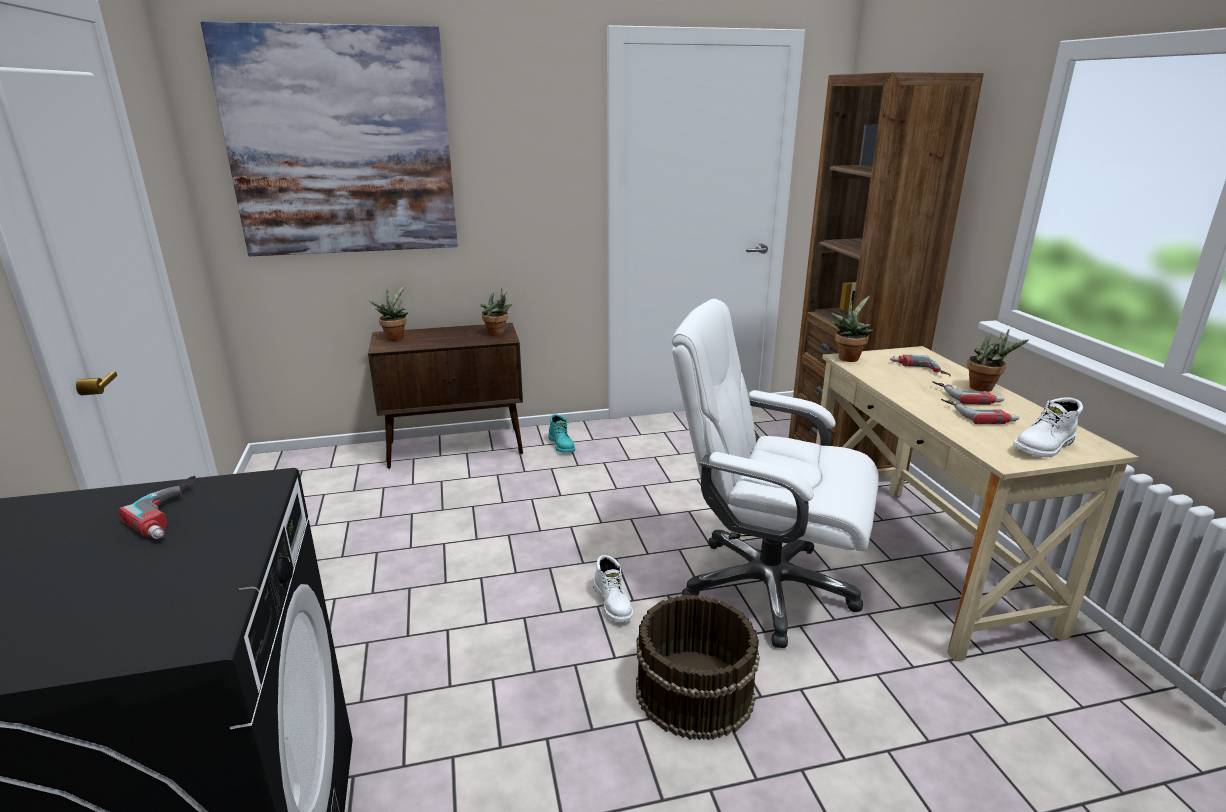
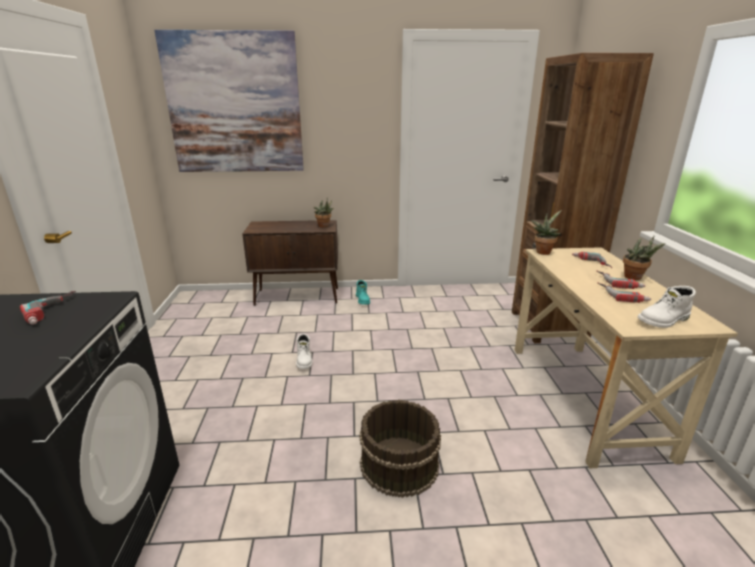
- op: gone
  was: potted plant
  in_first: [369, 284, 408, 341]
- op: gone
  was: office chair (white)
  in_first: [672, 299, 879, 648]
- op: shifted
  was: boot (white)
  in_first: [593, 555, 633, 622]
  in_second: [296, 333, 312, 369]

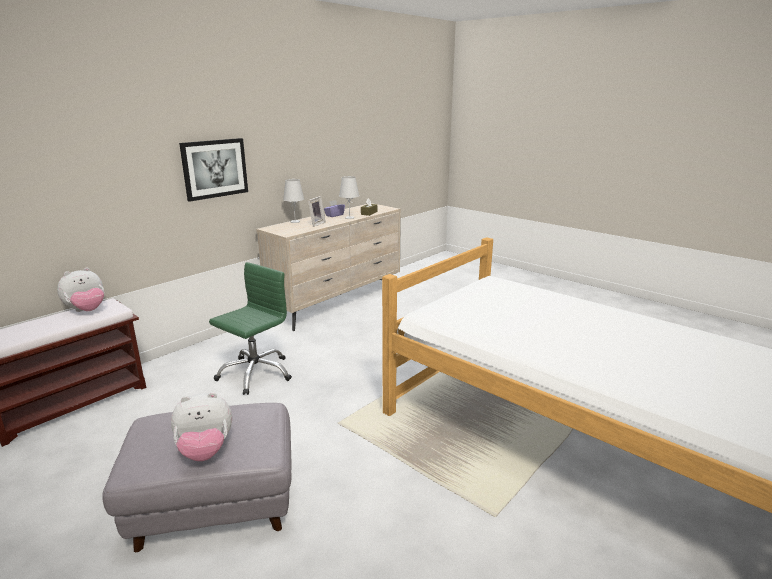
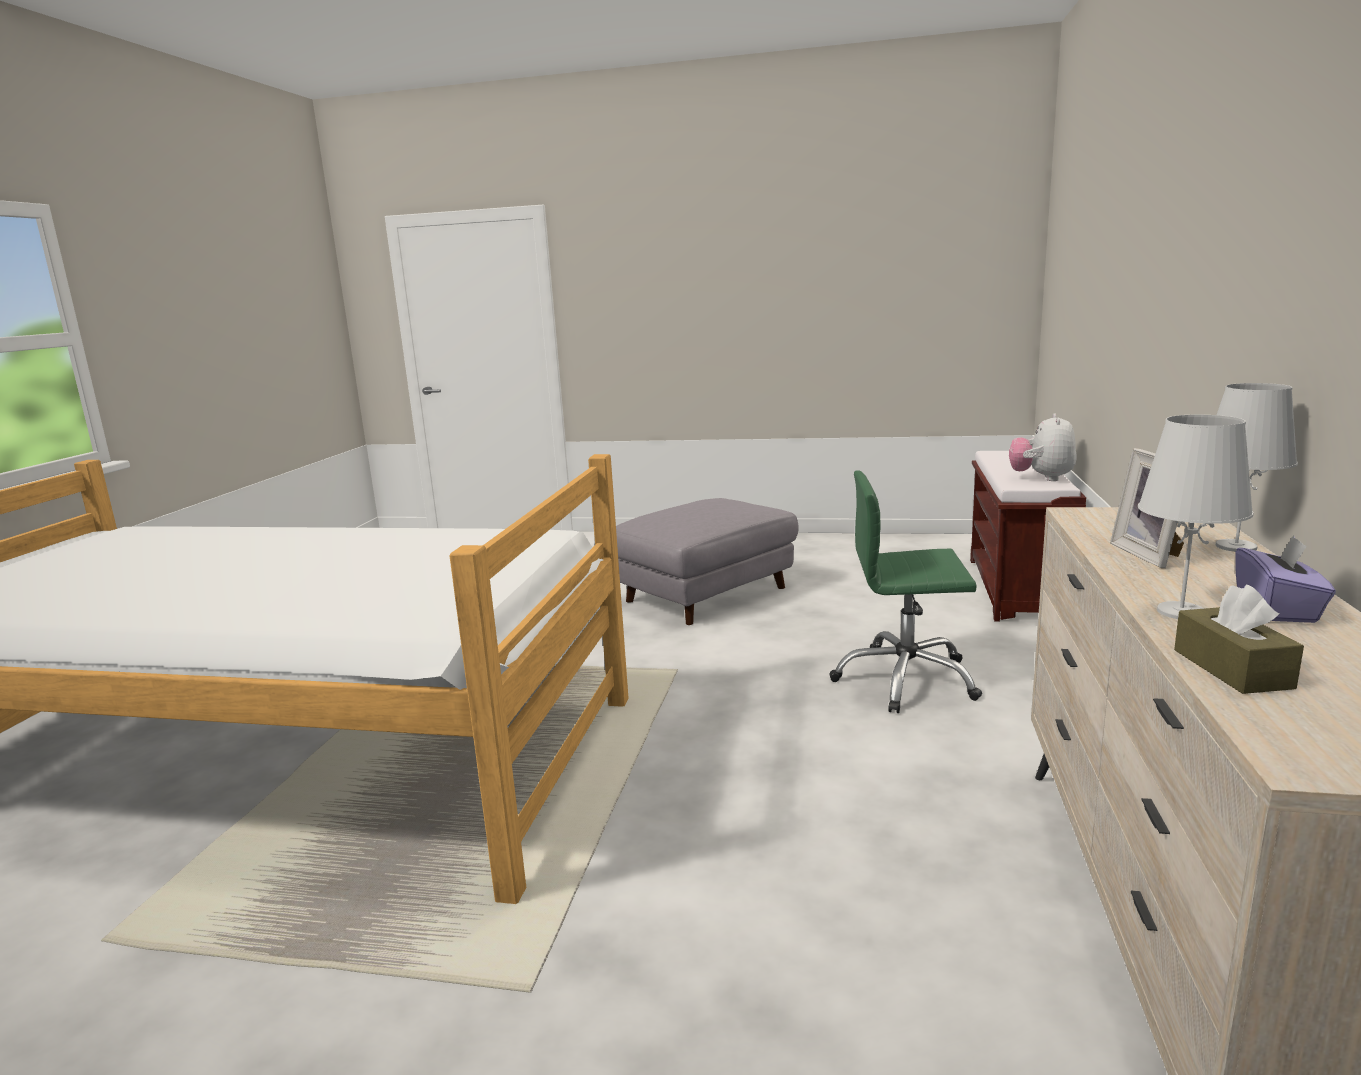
- op: gone
  was: picture
  in_first: [179, 138, 248, 202]
- op: rotated
  was: office chair (green)
  in_first: [209, 262, 292, 395]
  in_second: [830, 470, 982, 713]
  clockwise: 90
- op: gone
  was: plush toy
  in_first: [171, 392, 232, 461]

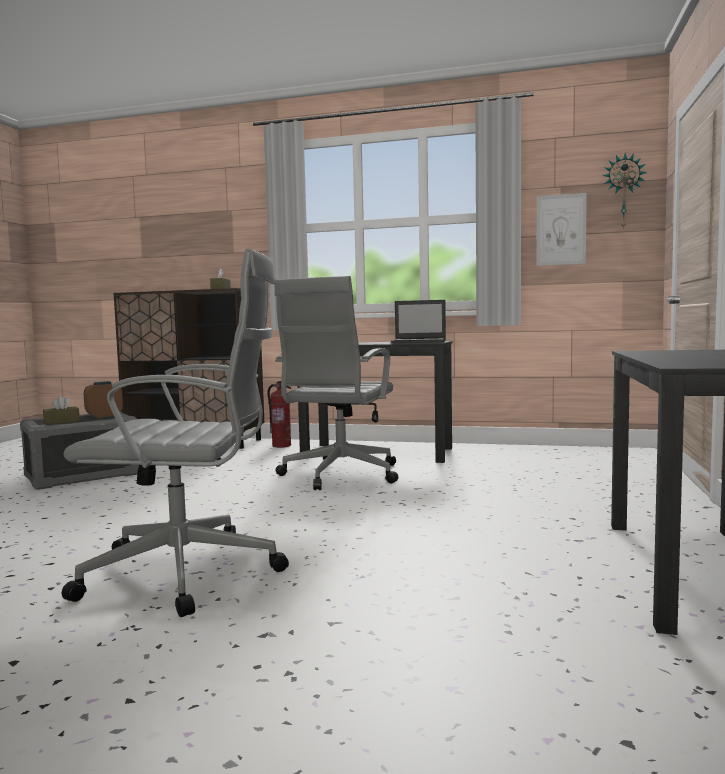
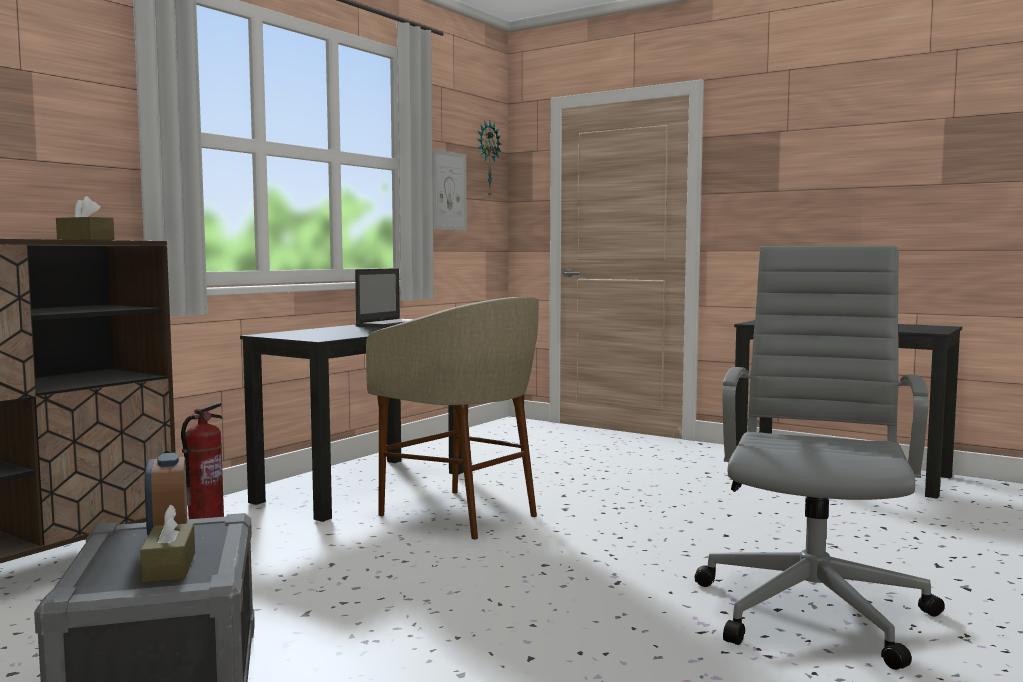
- op: swapped
  was: office chair (grey)
  now: stool (beige)
  in_first: [275, 276, 398, 490]
  in_second: [366, 297, 539, 539]

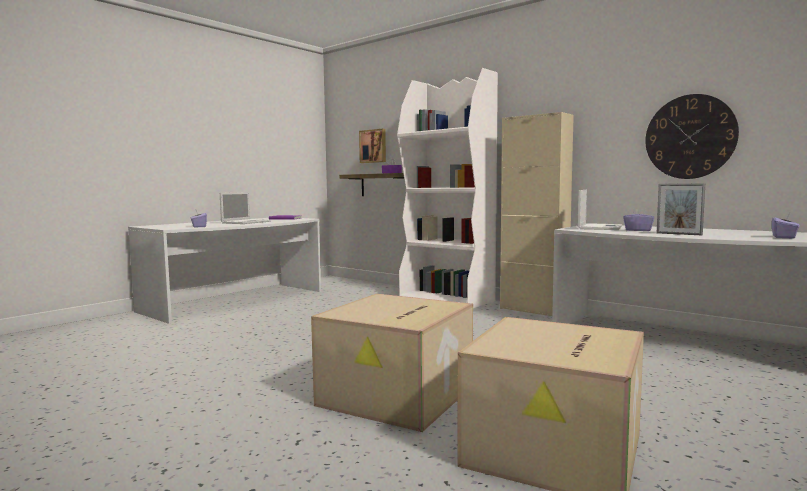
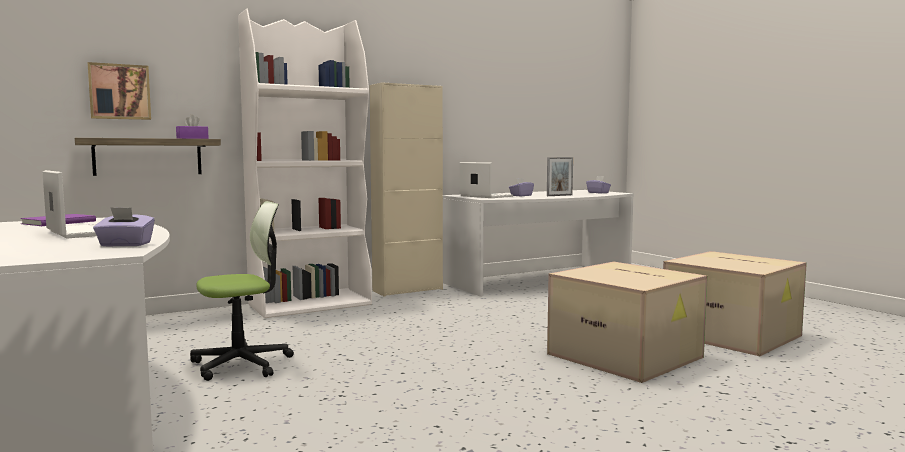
- op: gone
  was: wall clock
  in_first: [645, 94, 739, 179]
- op: new
  now: office chair
  in_second: [190, 201, 294, 381]

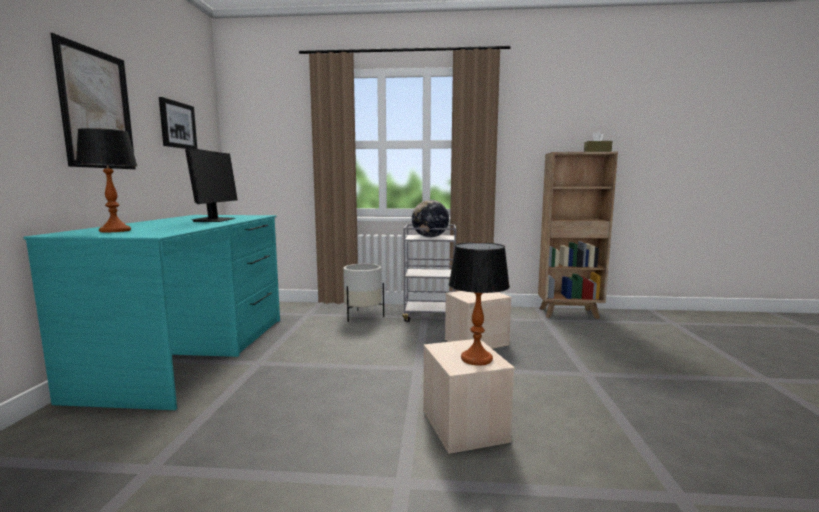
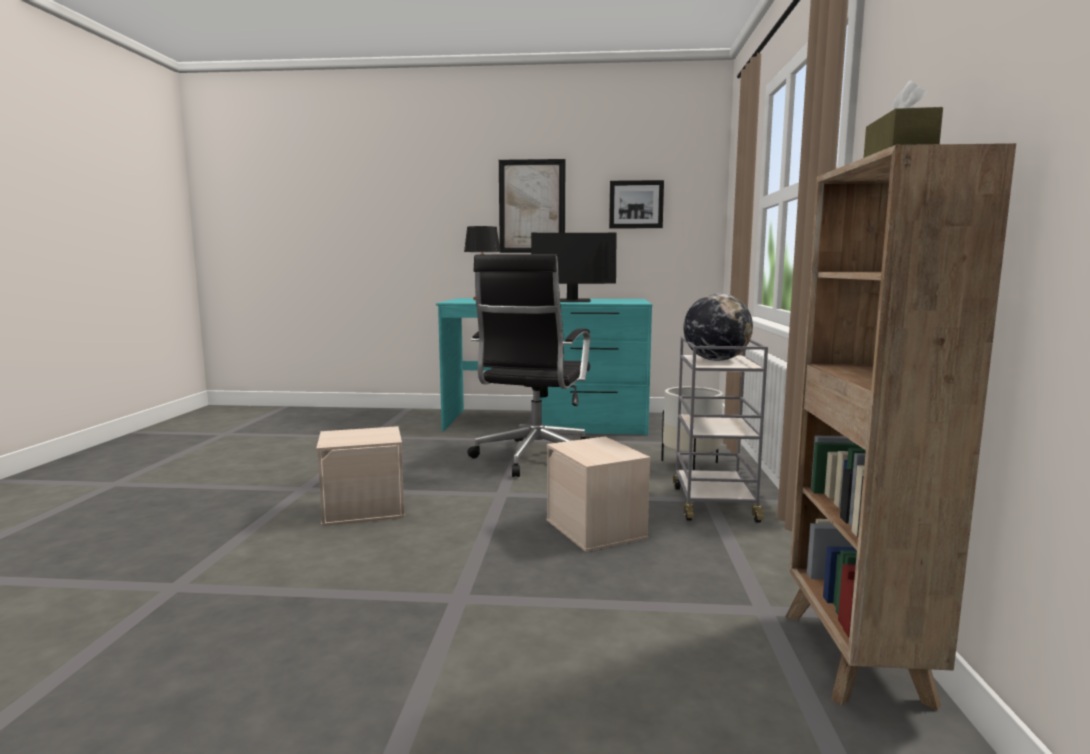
- op: gone
  was: table lamp
  in_first: [449, 242, 510, 366]
- op: new
  now: office chair (black)
  in_second: [467, 254, 590, 477]

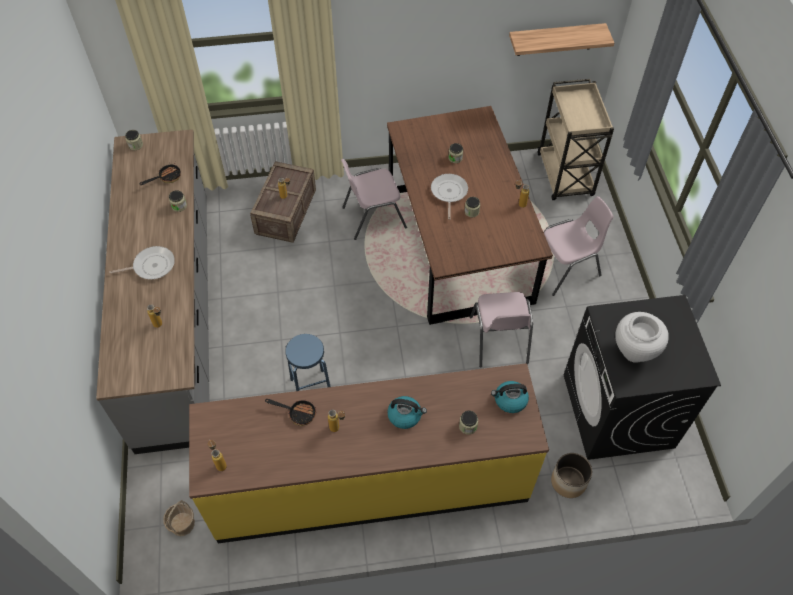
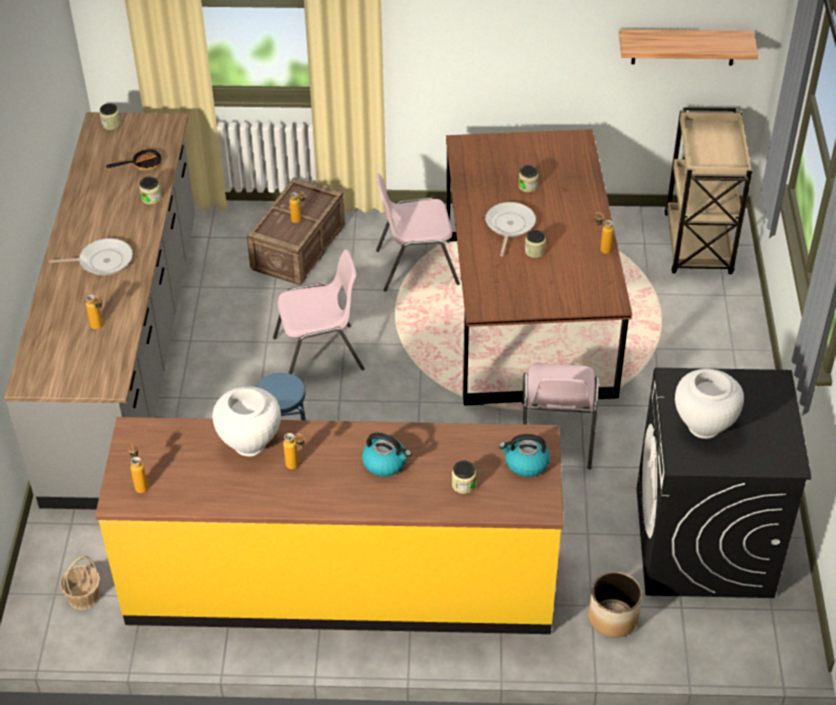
- op: shifted
  was: chair (pink)
  in_first: [544, 196, 613, 296]
  in_second: [273, 249, 365, 374]
- op: swapped
  was: frying pan
  now: vase (white)
  in_first: [265, 399, 316, 426]
  in_second: [213, 386, 281, 457]

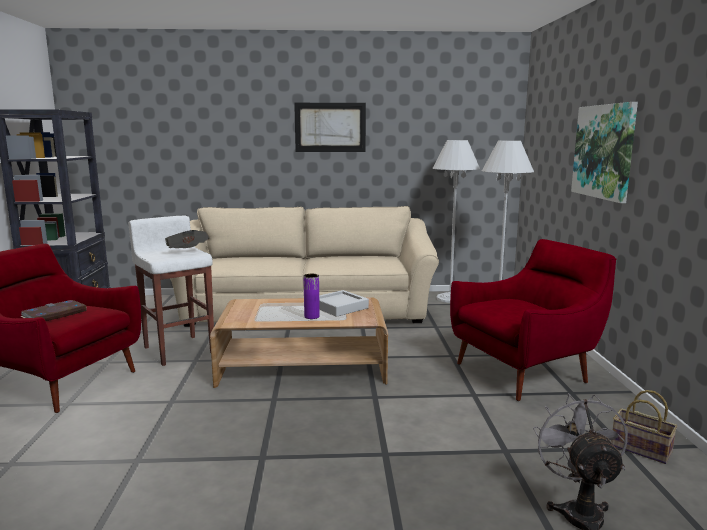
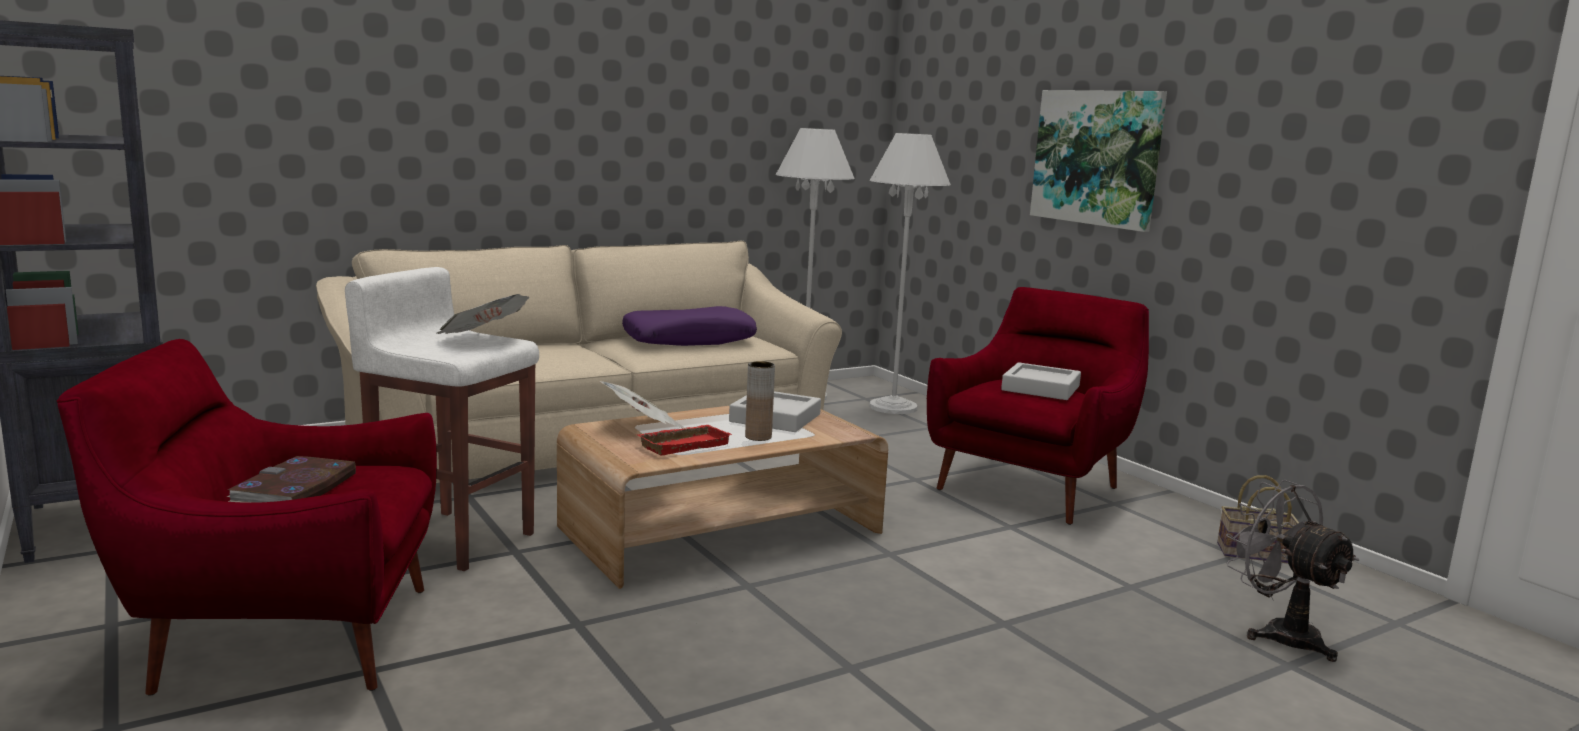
- op: gone
  was: picture
  in_first: [294, 103, 366, 152]
- op: repainted
  was: vase (purple)
  now: vase (brown)
  in_first: [303, 274, 320, 319]
  in_second: [745, 361, 775, 441]
- op: new
  now: pillow (purple)
  in_second: [622, 306, 757, 346]
- op: new
  now: tray (grey)
  in_second: [1001, 362, 1081, 400]
- op: new
  now: newspaper
  in_second: [600, 381, 685, 428]
- op: new
  now: tray (red)
  in_second: [636, 425, 732, 455]

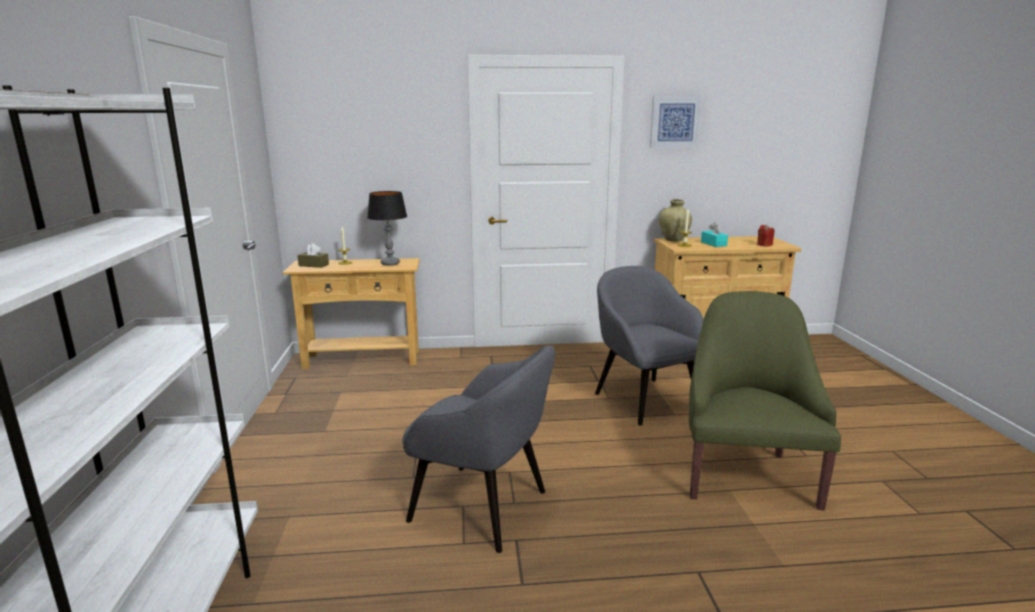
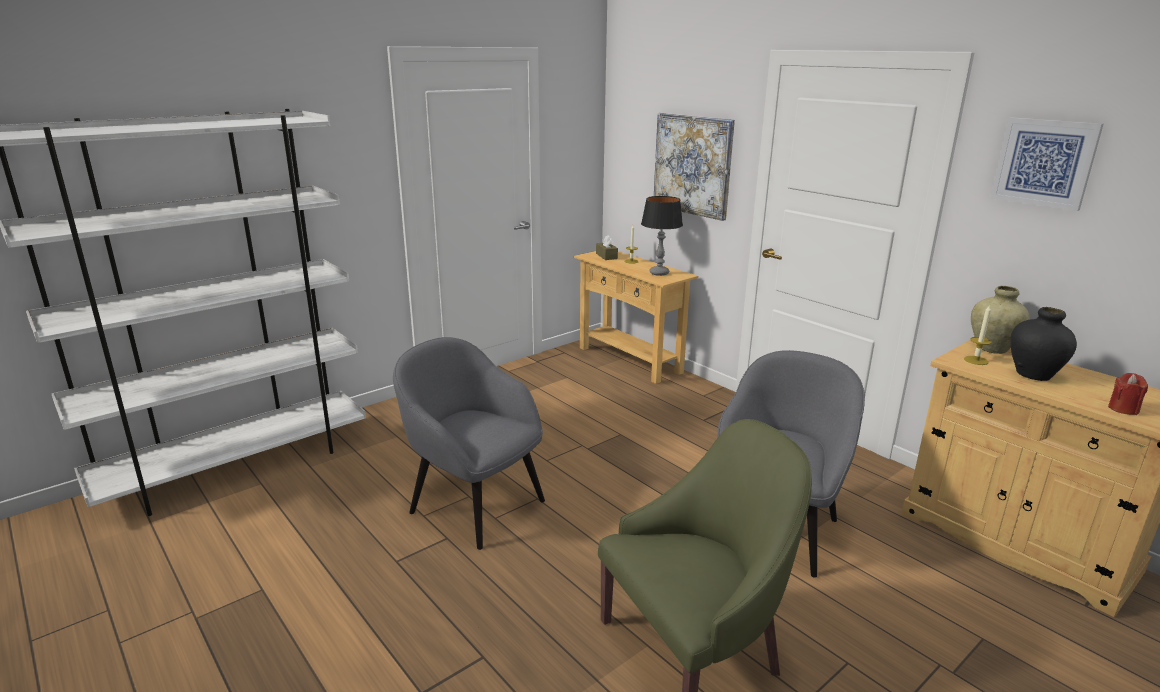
- op: swapped
  was: tissue box (turquoise)
  now: vase (black)
  in_first: [701, 223, 728, 247]
  in_second: [1010, 307, 1077, 381]
- op: rotated
  was: armchair (grey)
  in_first: [402, 346, 555, 553]
  in_second: [393, 337, 545, 550]
  clockwise: 135
- op: new
  now: picture
  in_second: [654, 113, 735, 221]

